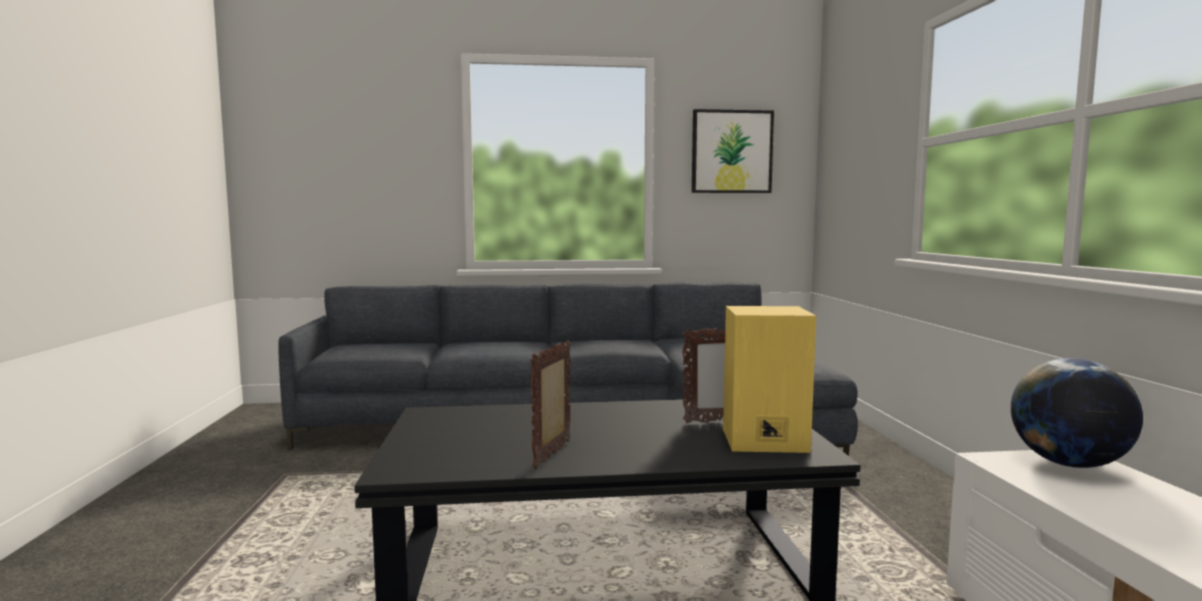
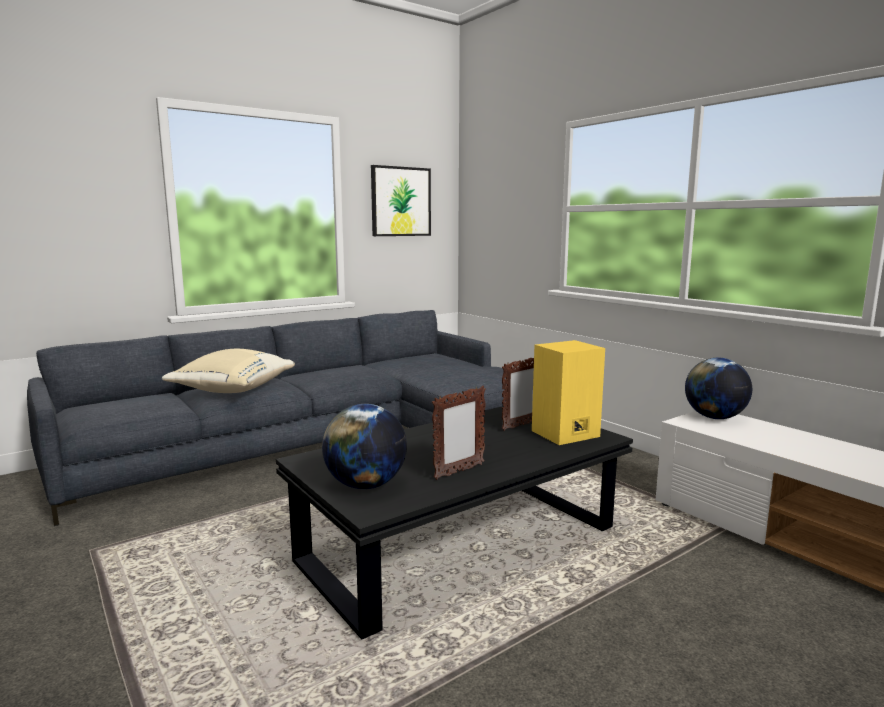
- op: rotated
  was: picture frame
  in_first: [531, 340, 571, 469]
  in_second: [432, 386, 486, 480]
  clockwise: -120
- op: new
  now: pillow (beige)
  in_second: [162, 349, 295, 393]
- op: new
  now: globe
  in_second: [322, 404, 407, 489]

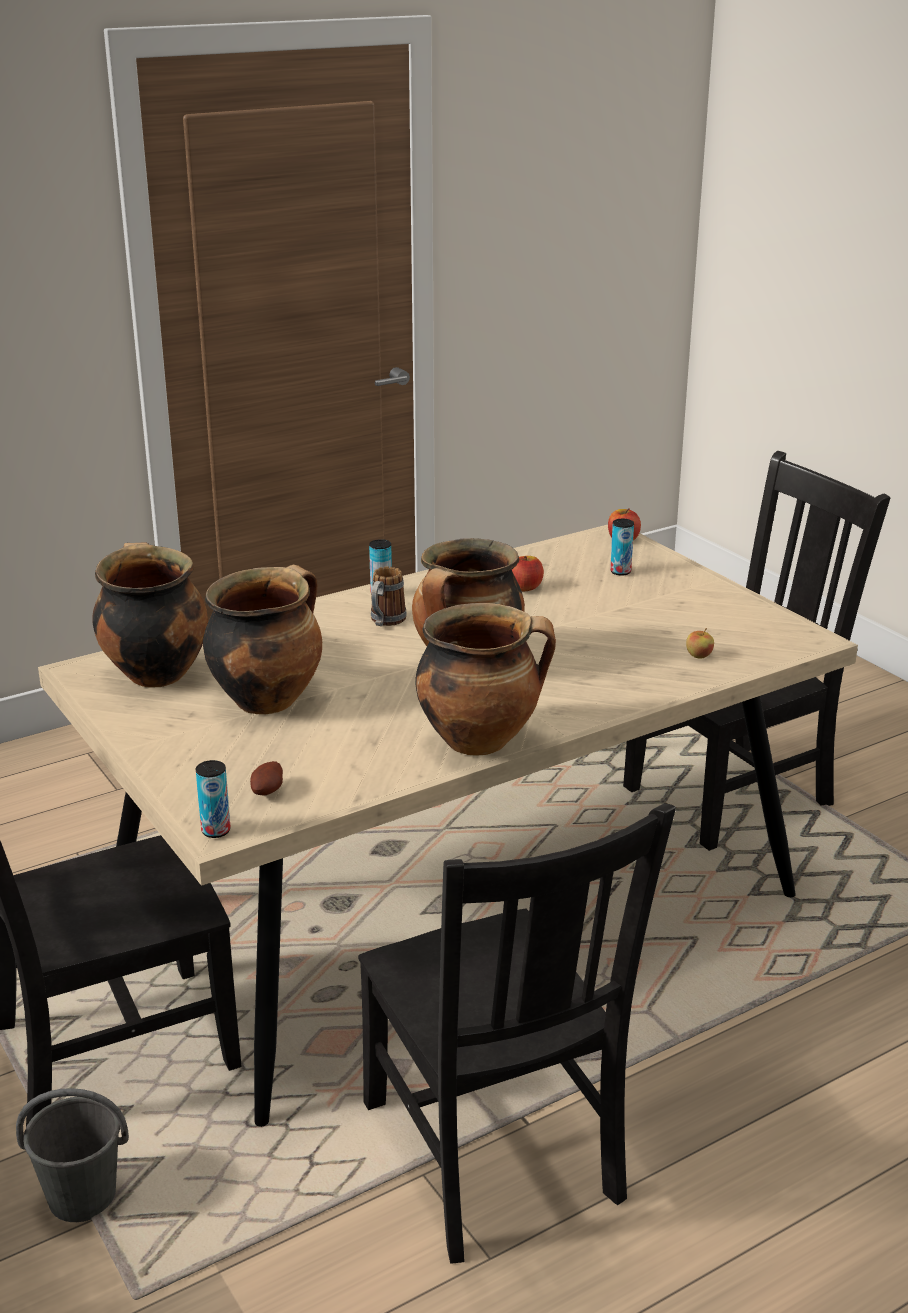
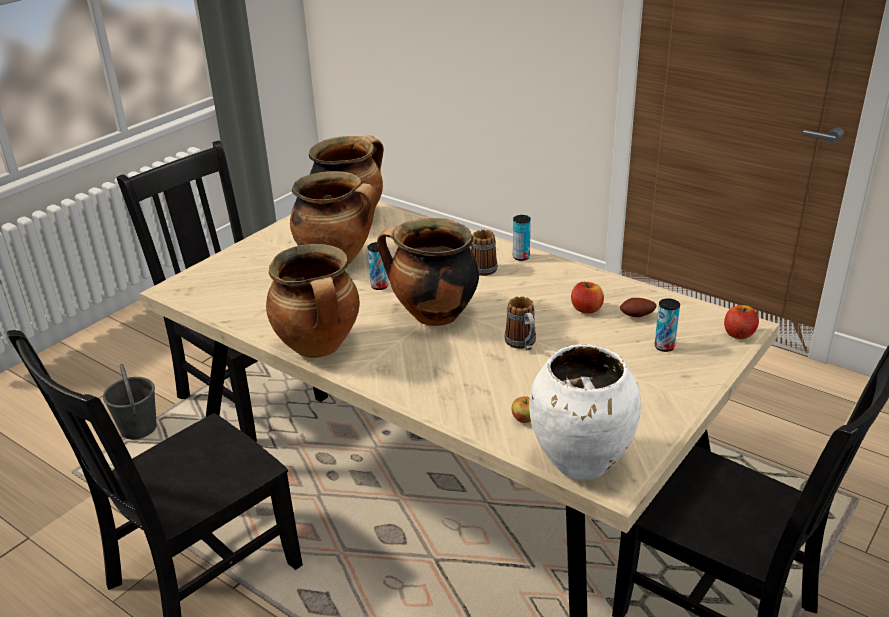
- op: shifted
  was: can
  in_first: [196, 760, 231, 838]
  in_second: [368, 242, 389, 290]
- op: shifted
  was: potato
  in_first: [250, 761, 283, 795]
  in_second: [620, 298, 657, 317]
- op: new
  now: mug
  in_second: [505, 296, 536, 350]
- op: new
  now: vase (white)
  in_second: [529, 344, 641, 480]

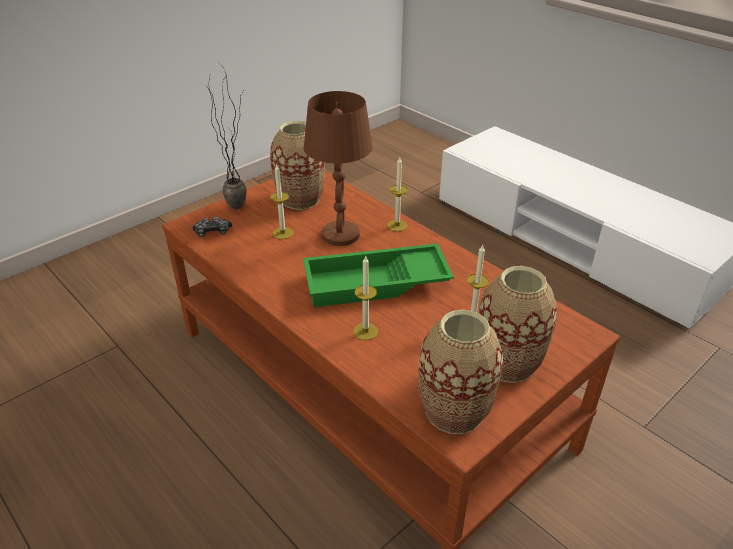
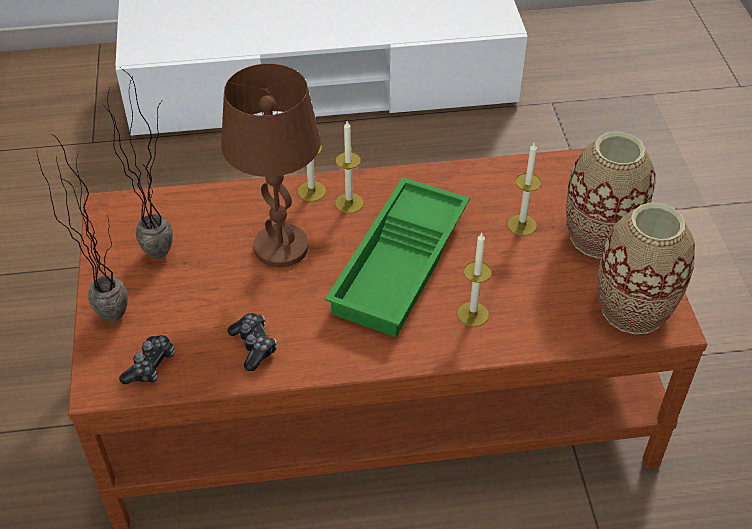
- op: swapped
  was: vase
  now: potted plant
  in_first: [270, 121, 325, 210]
  in_second: [103, 68, 173, 259]
- op: shifted
  was: candle
  in_first: [270, 163, 294, 239]
  in_second: [335, 121, 364, 214]
- op: new
  now: game controller
  in_second: [228, 313, 277, 371]

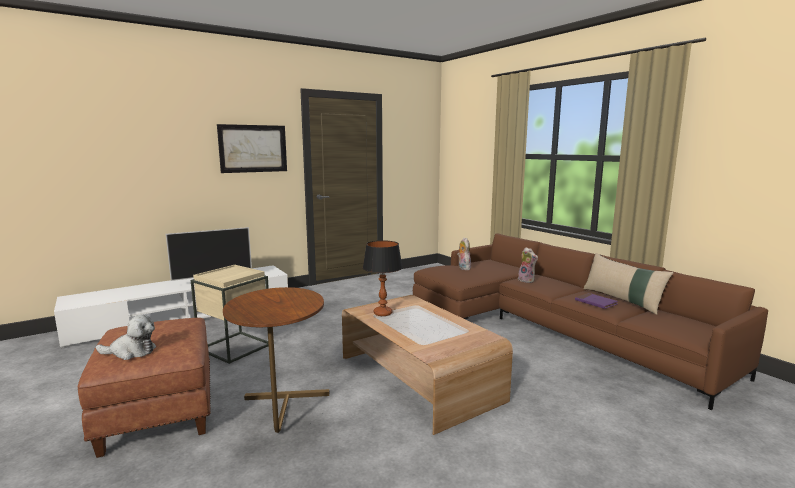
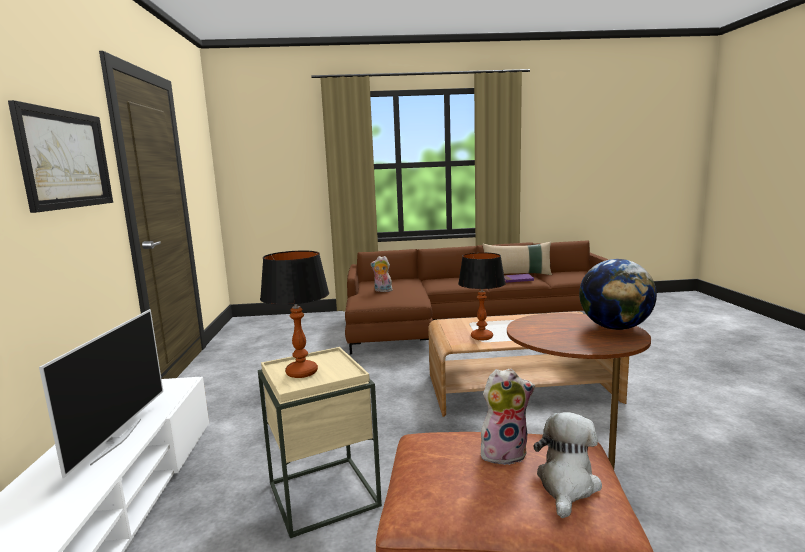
- op: shifted
  was: plush toy
  in_first: [518, 247, 538, 283]
  in_second: [481, 368, 535, 465]
- op: new
  now: table lamp
  in_second: [260, 251, 329, 378]
- op: new
  now: globe
  in_second: [579, 259, 657, 330]

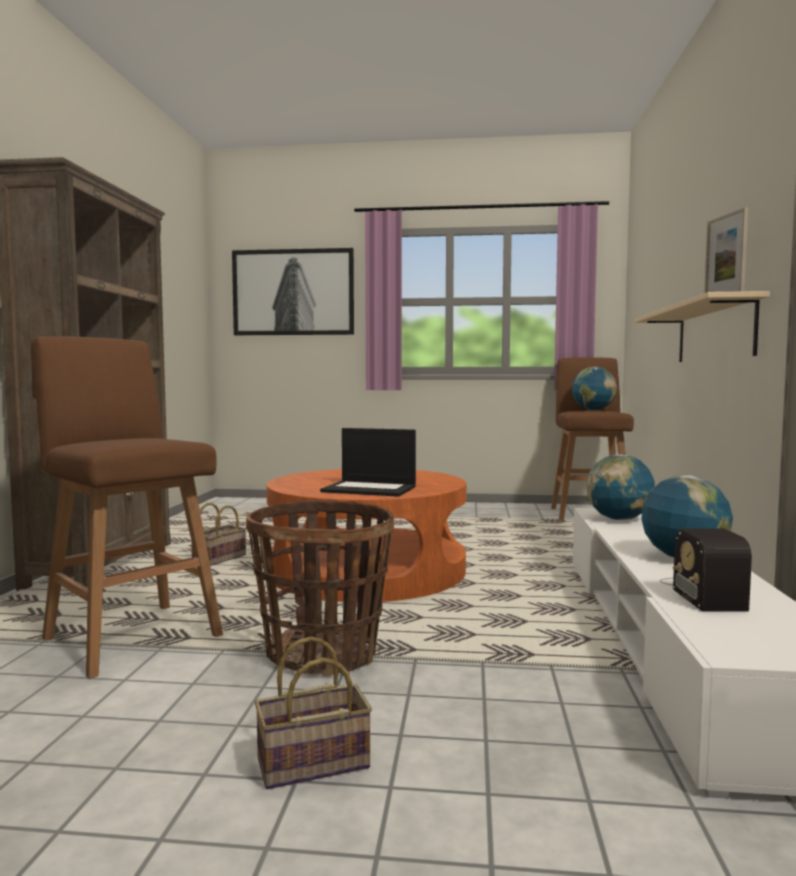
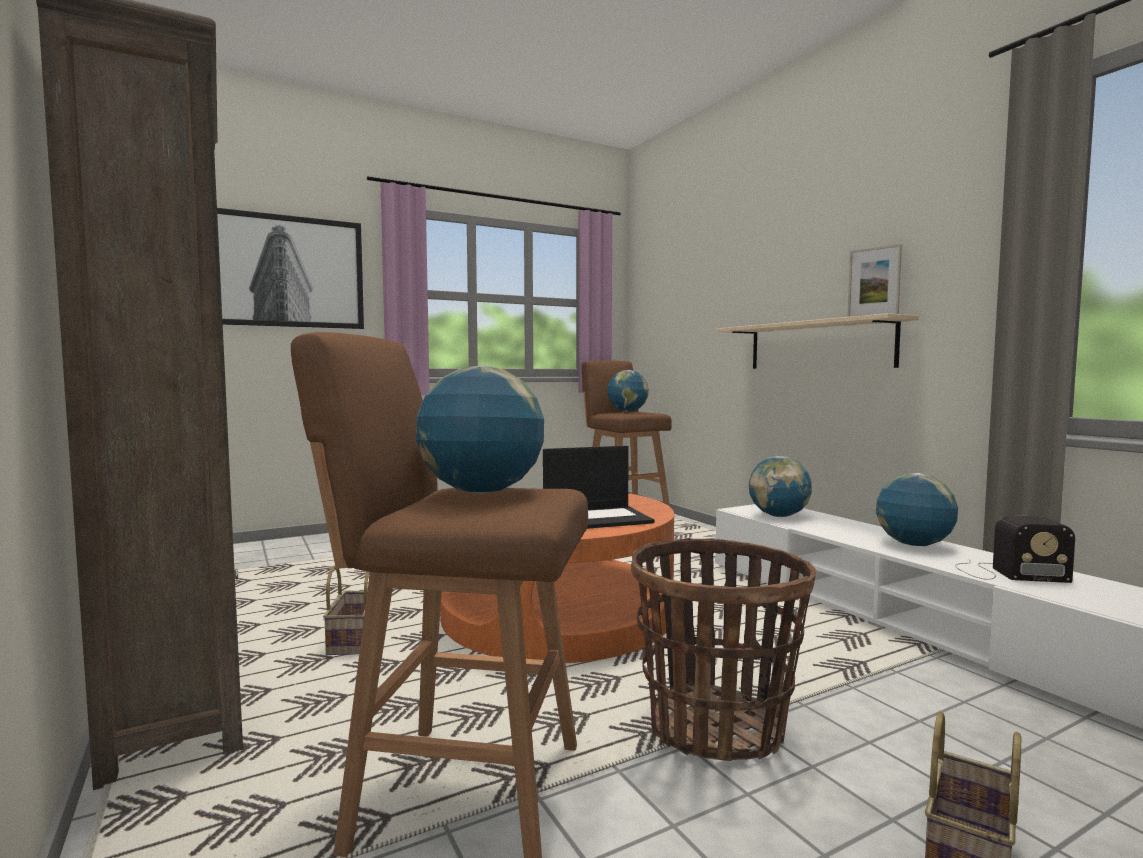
- op: rotated
  was: radio
  in_first: [660, 529, 752, 611]
  in_second: [955, 515, 1075, 583]
  clockwise: -45
- op: new
  now: globe
  in_second: [416, 365, 544, 494]

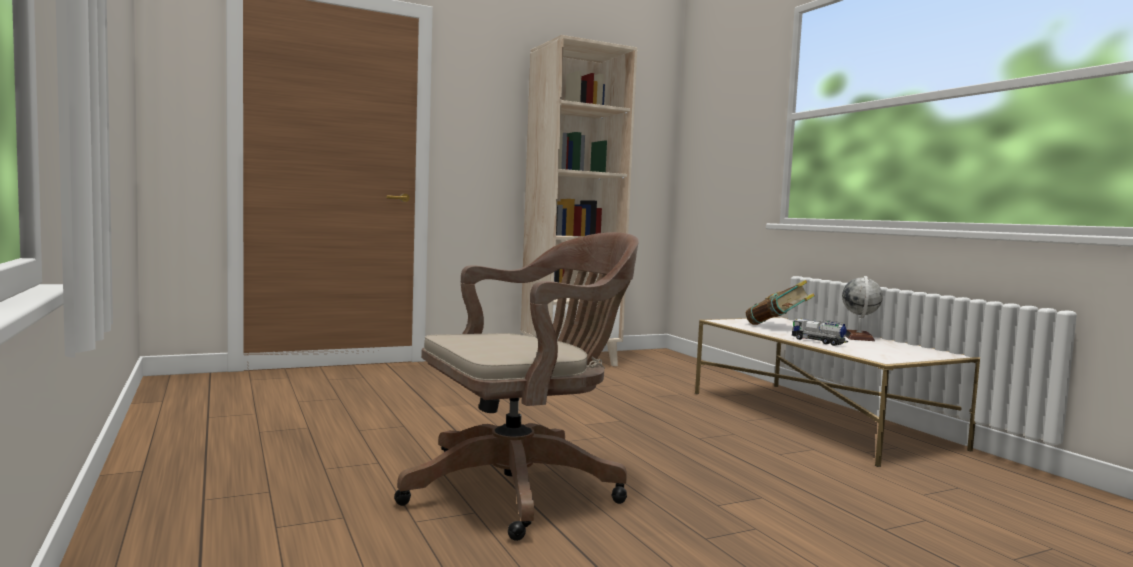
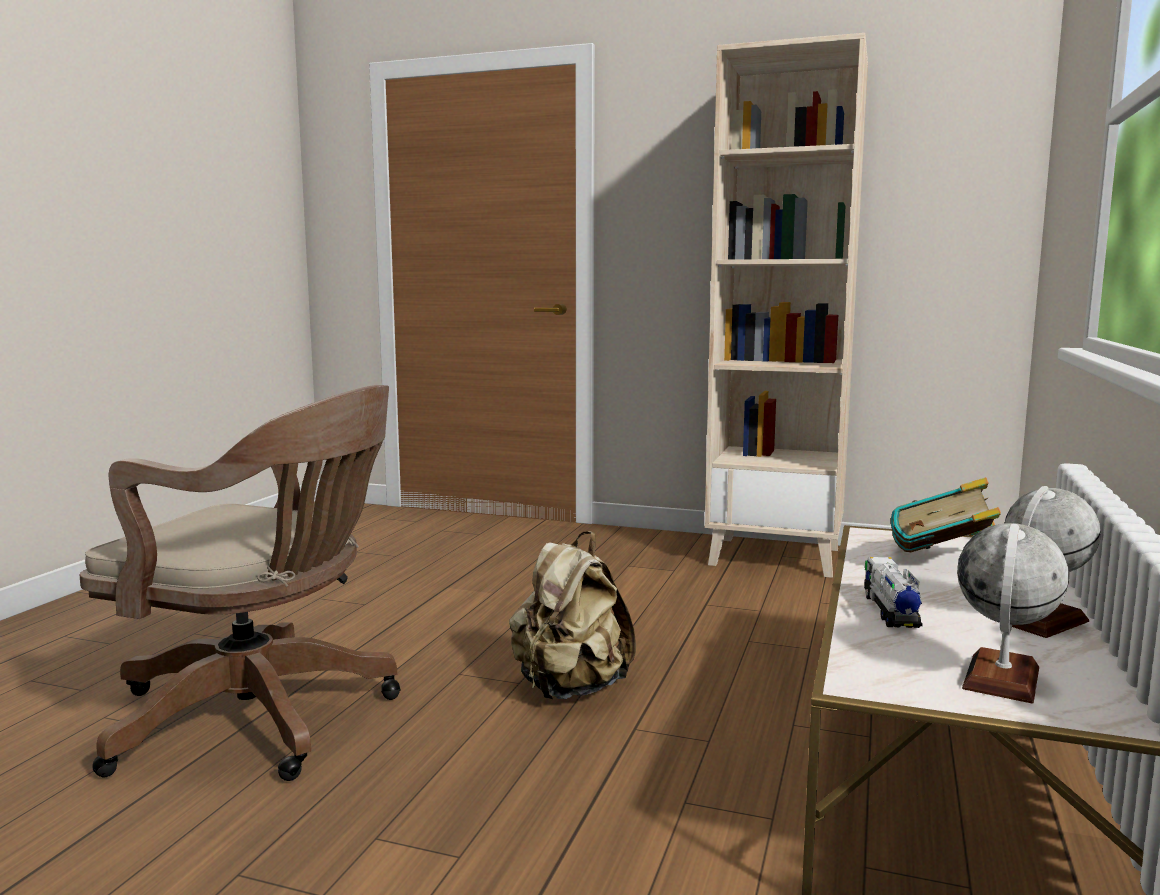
- op: new
  now: globe
  in_second: [957, 523, 1069, 703]
- op: new
  now: backpack (beige)
  in_second: [509, 531, 636, 699]

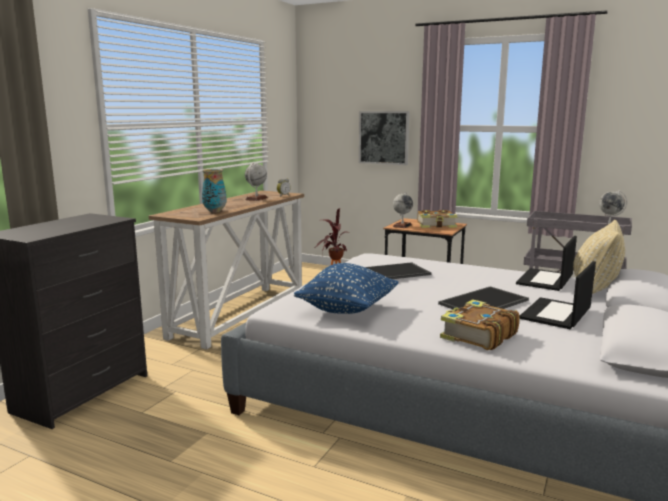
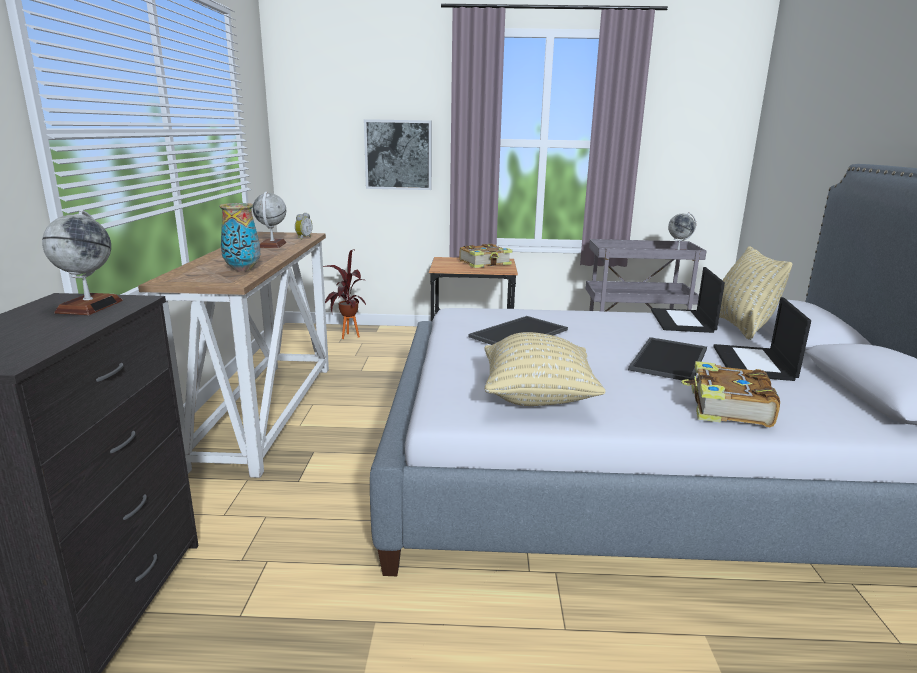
- op: shifted
  was: globe
  in_first: [393, 192, 413, 228]
  in_second: [42, 210, 123, 315]
- op: repainted
  was: pillow (blue)
  now: pillow (beige)
  in_first: [294, 263, 399, 314]
  in_second: [484, 332, 606, 406]

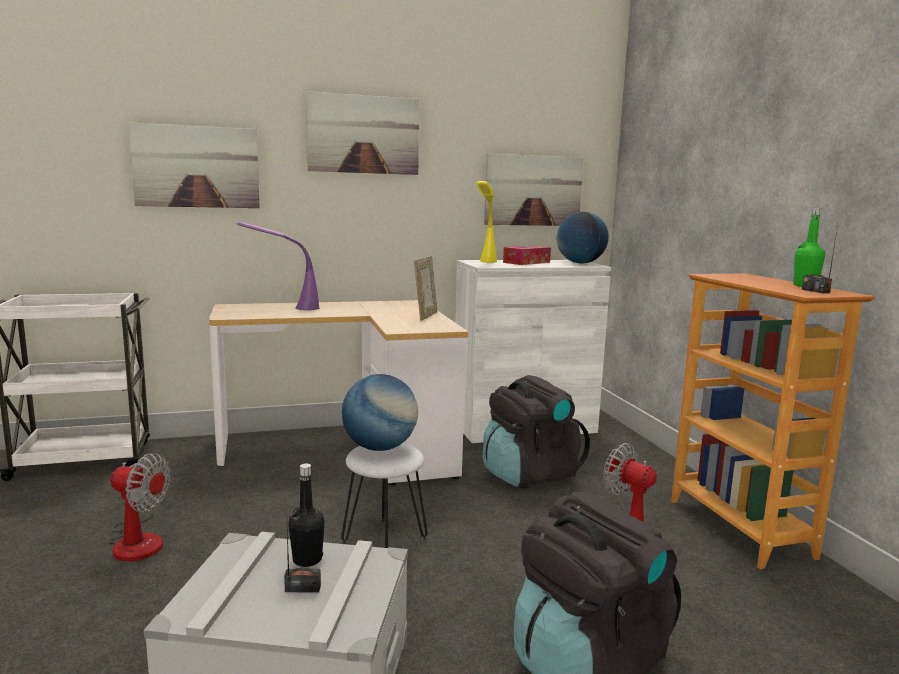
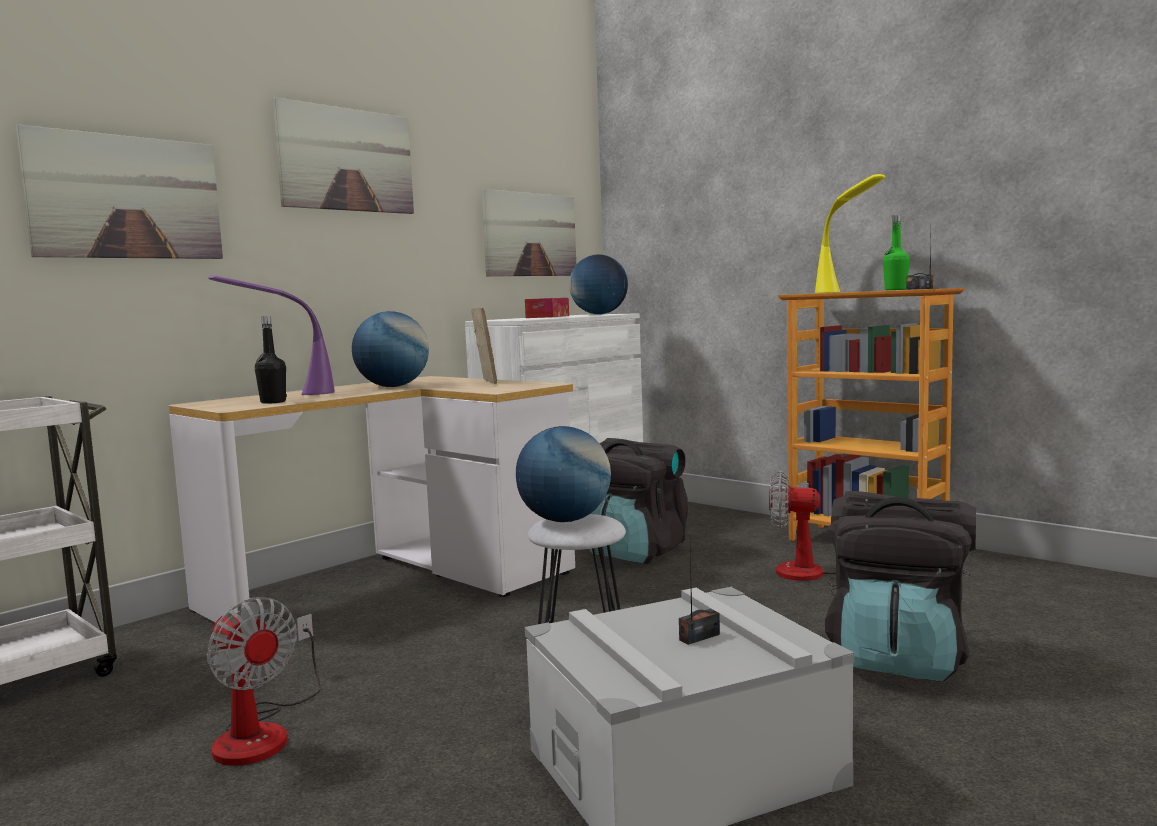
- op: shifted
  was: table lamp (yellow)
  in_first: [477, 181, 497, 263]
  in_second: [815, 174, 885, 293]
- op: rotated
  was: fan
  in_first: [108, 453, 171, 561]
  in_second: [207, 597, 322, 766]
  clockwise: 60
- op: shifted
  was: bottle (black)
  in_first: [288, 464, 325, 567]
  in_second: [255, 316, 287, 404]
- op: new
  now: globe
  in_second: [352, 311, 429, 387]

